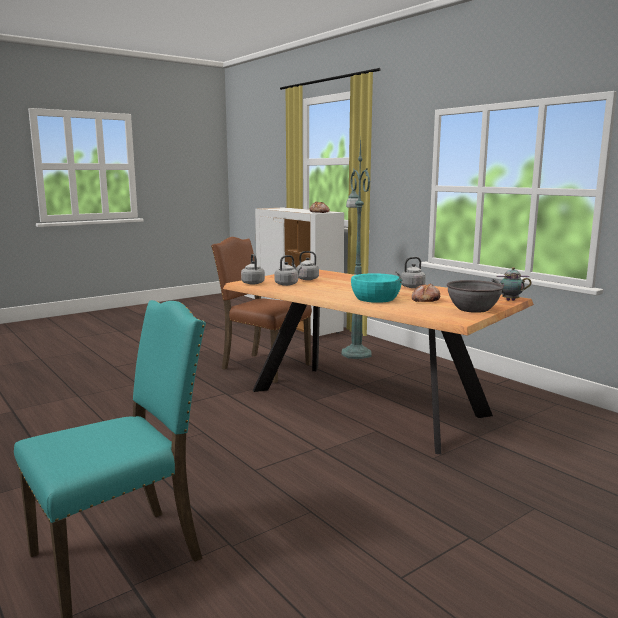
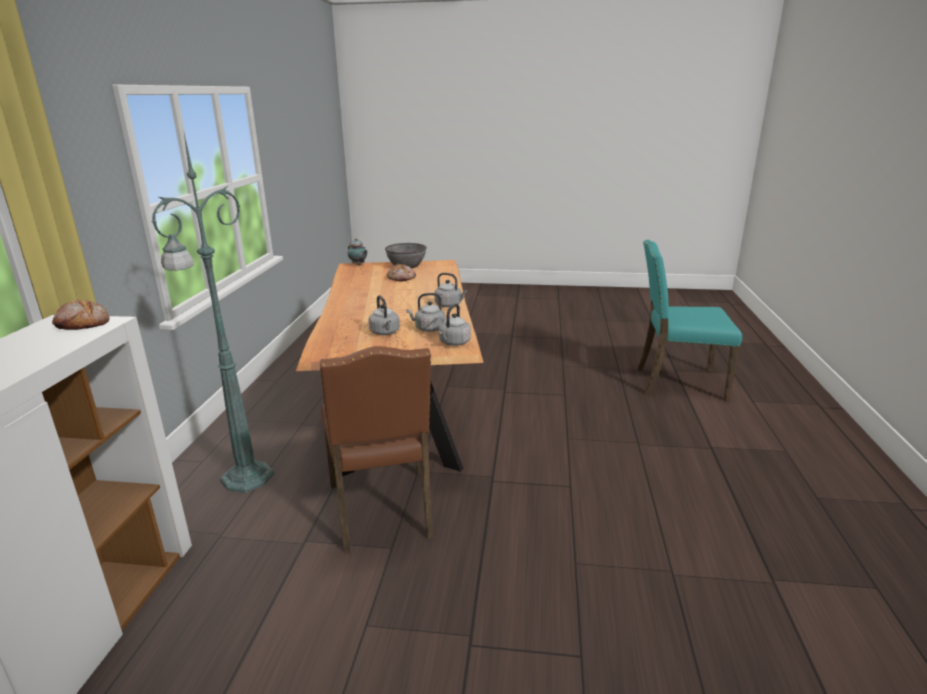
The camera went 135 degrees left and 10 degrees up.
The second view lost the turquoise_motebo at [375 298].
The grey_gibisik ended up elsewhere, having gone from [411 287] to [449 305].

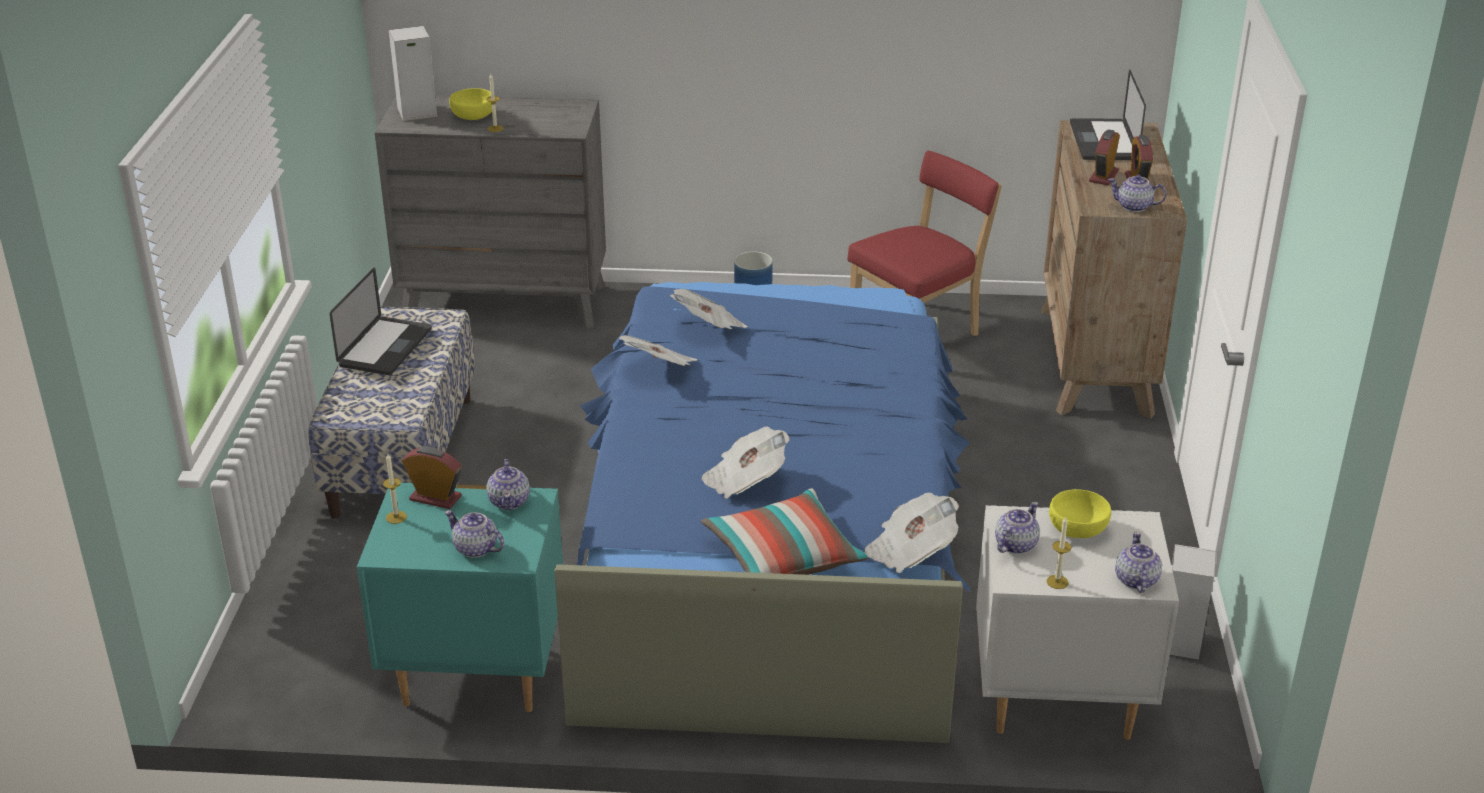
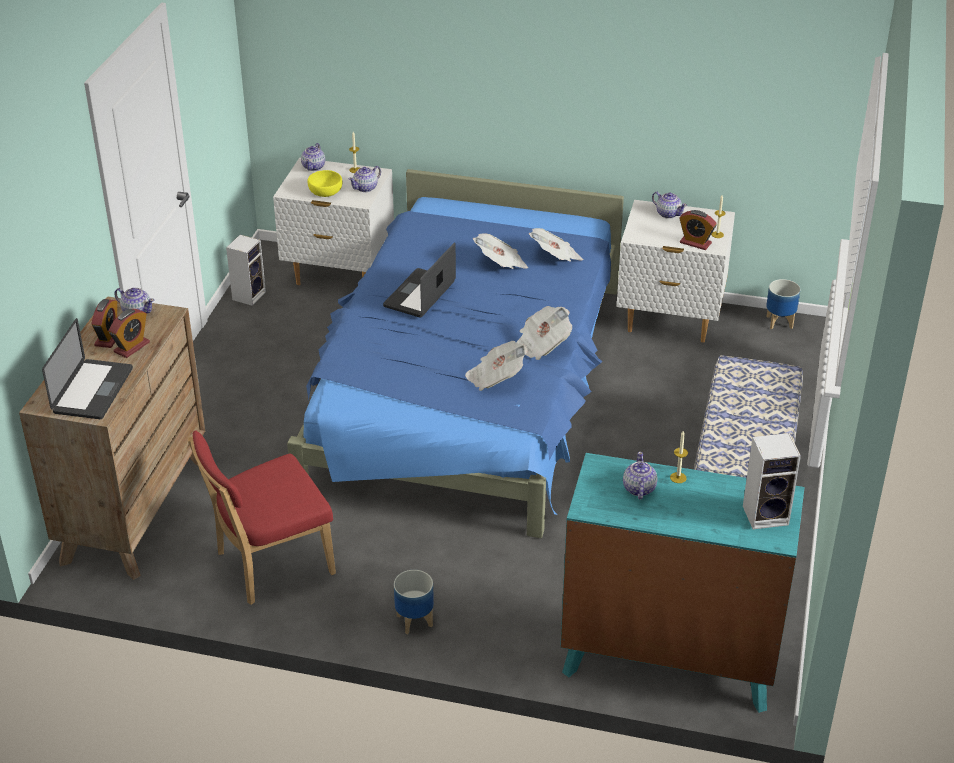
The camera went 170 degrees left and 5 degrees up.
The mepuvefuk ended up elsewhere, having gone from [385 348] to [420 294].
What was the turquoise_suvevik at [476 675] turned into the white_suvevik at [669 321].
What was the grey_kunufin at [504 302] turned into the turquoise_kunufin at [668 659].
The second view lost the yellow_motebo at [472 116].
The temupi ended up elsewhere, having gone from [509 501] to [638 489].
The second view lost the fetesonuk at [784 557].
The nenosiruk ended up elsewhere, having gone from [910 551] to [555 258].
The second view gained the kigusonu at [780 322].

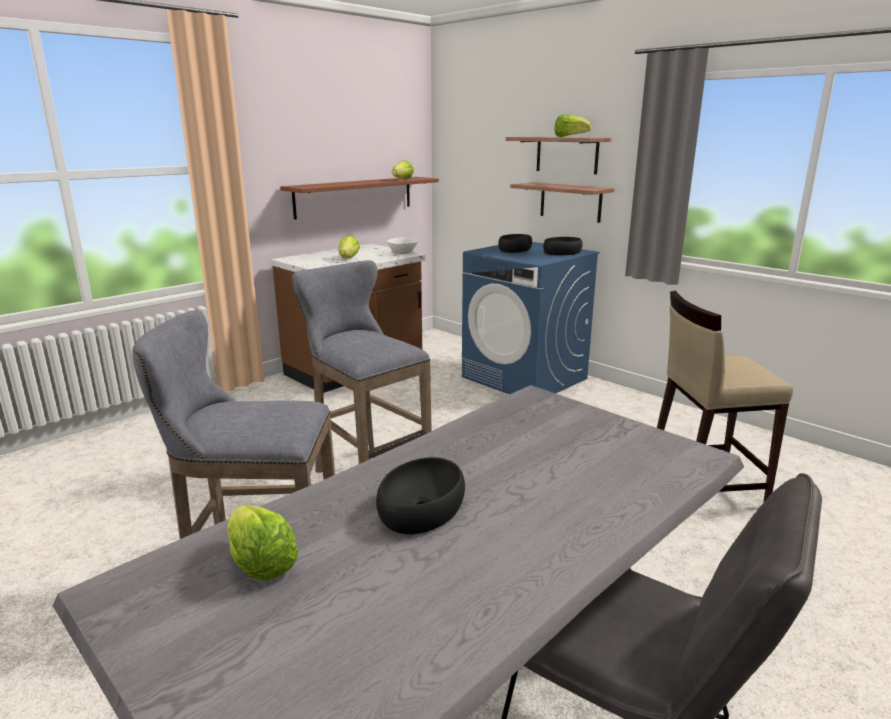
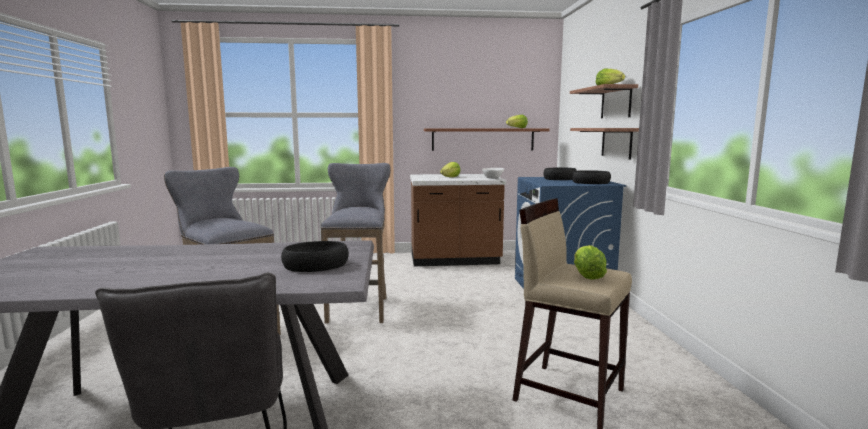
The camera went 40 degrees right and 10 degrees down.
The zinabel ended up elsewhere, having gone from [260 564] to [587 275].
The black_motebo ended up elsewhere, having gone from [421 507] to [316 265].

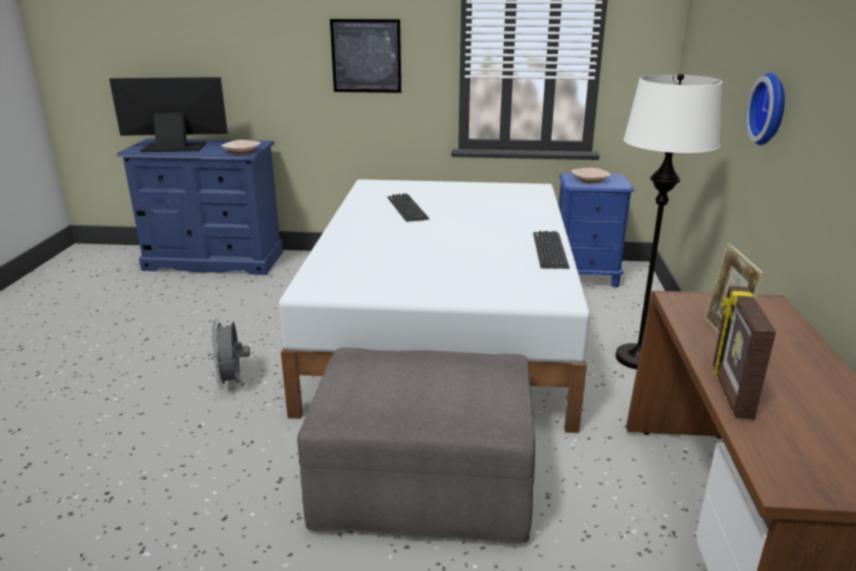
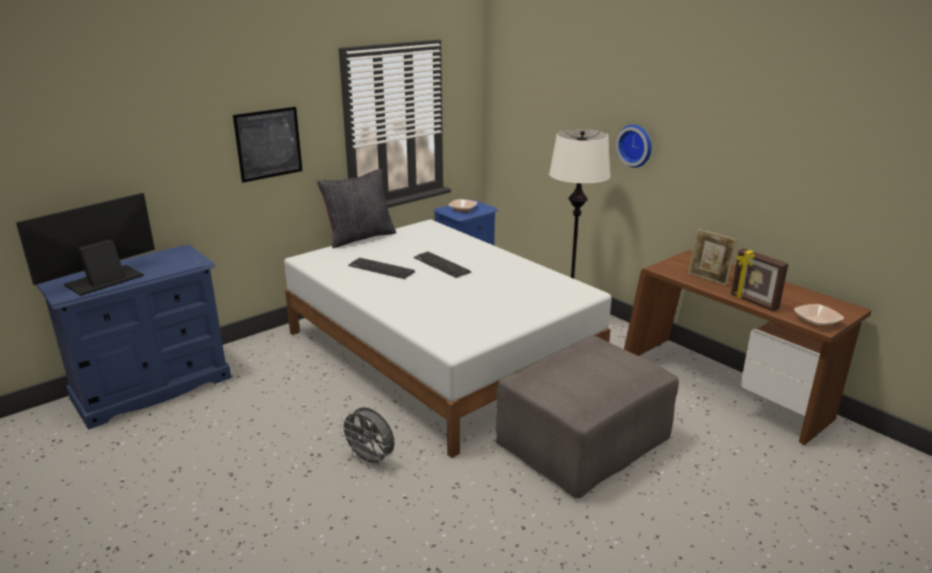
The camera went 45 degrees left and 0 degrees up.
The motebo ended up elsewhere, having gone from [242 151] to [816 321].
The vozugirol ended up elsewhere, having gone from [550 250] to [441 265].
The second view gained the black_fetesonuk at [359 237].

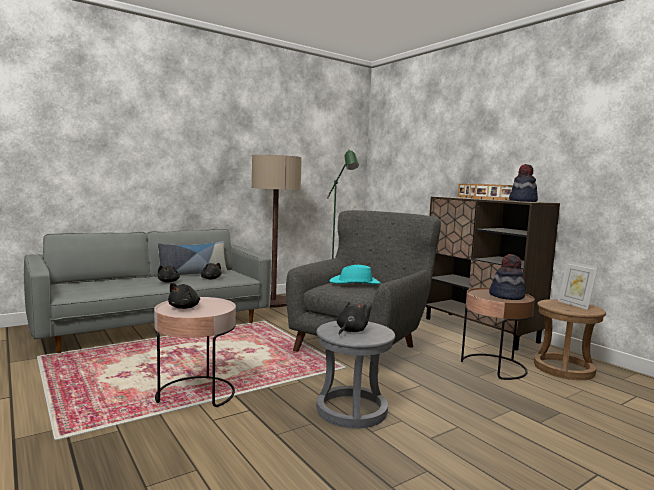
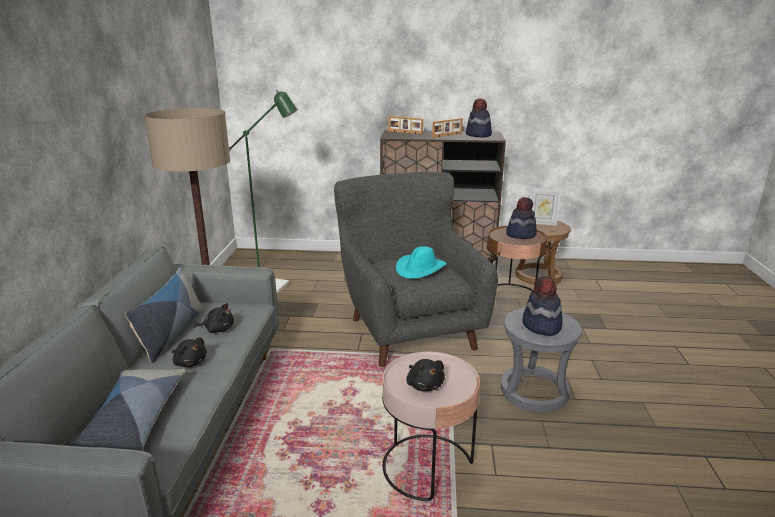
The camera went 50 degrees left and 15 degrees up.
Where the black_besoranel stood at [350 331], the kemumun came to stand at [541 326].
The second view gained the fetesonuk at [132 422].

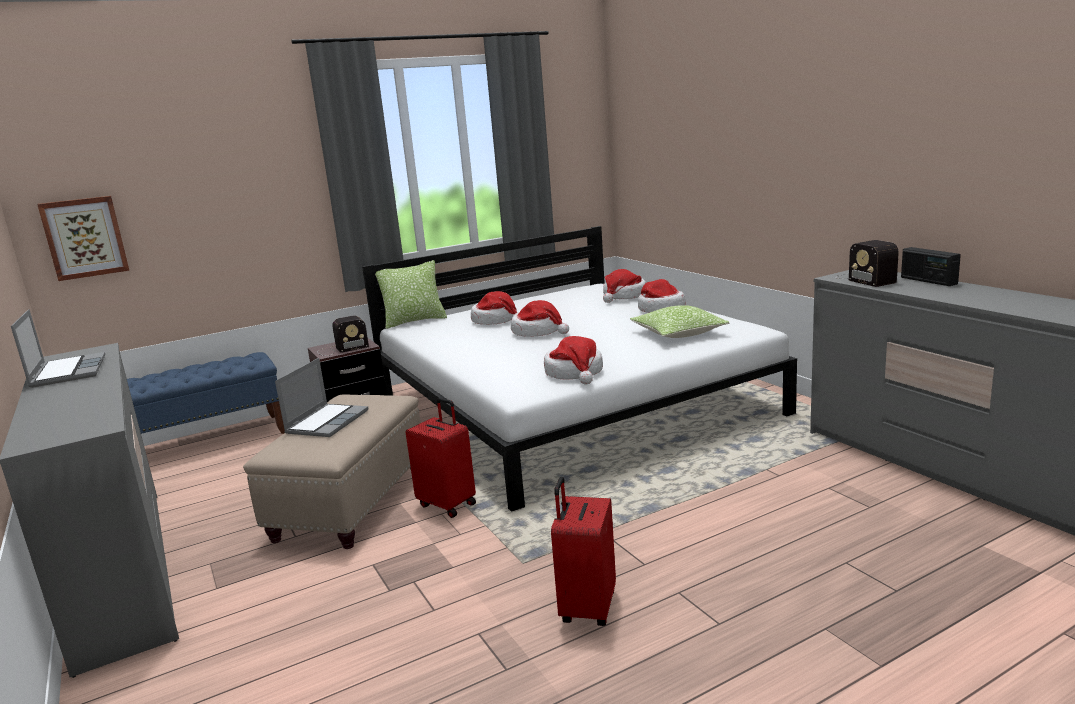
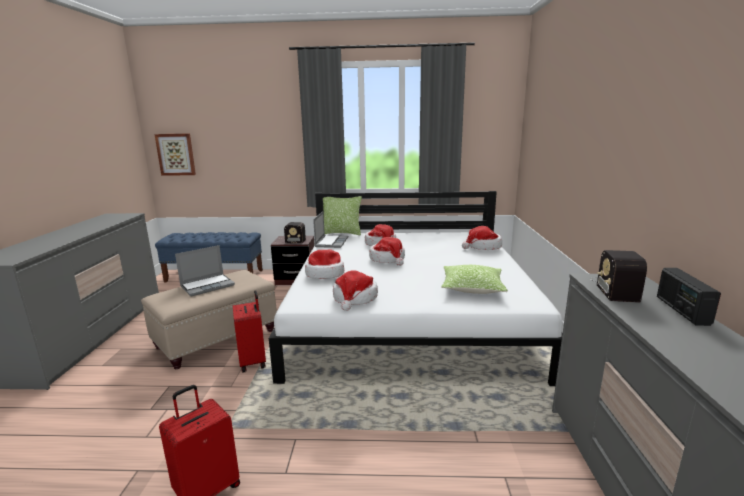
The camera went 30 degrees right and 0 degrees up.
The mepuvefuk ended up elsewhere, having gone from [67 372] to [331 242].
The kemumun ended up elsewhere, having gone from [660 309] to [325 274].

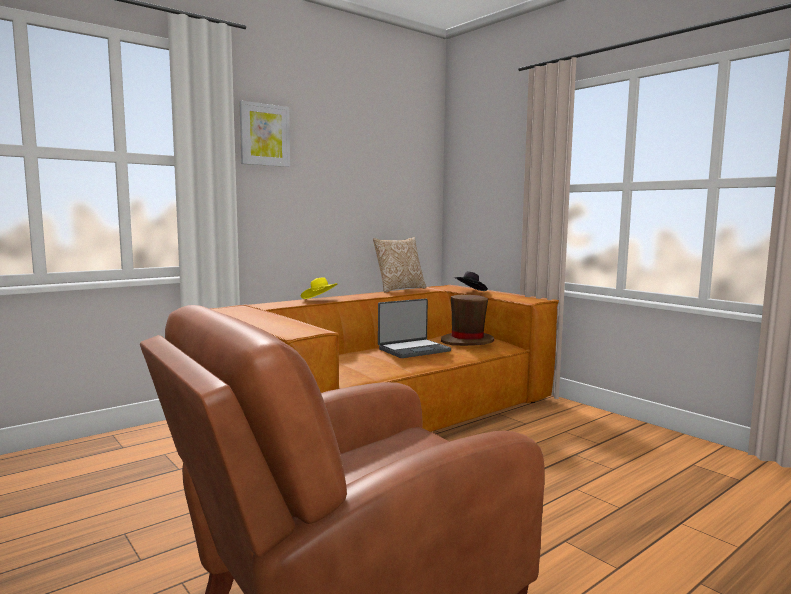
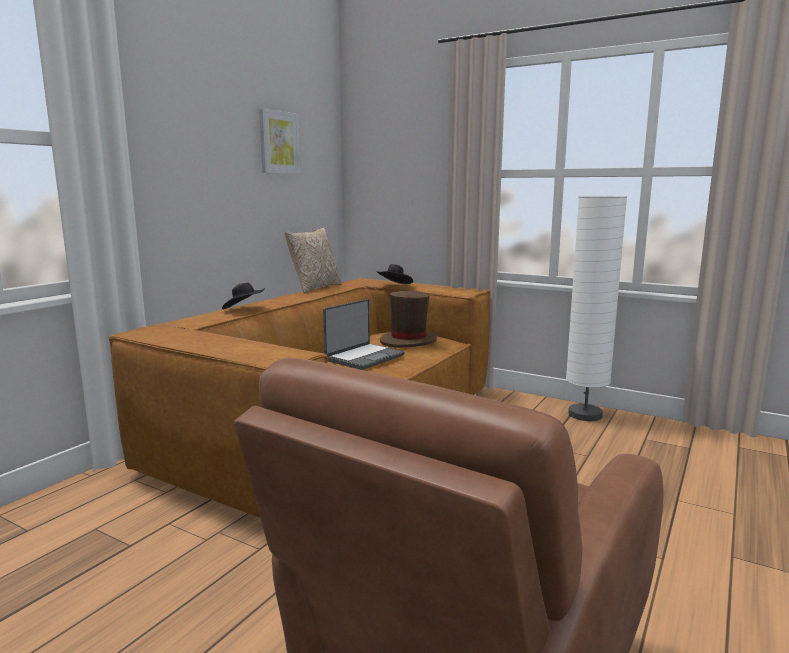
The camera went 20 degrees left and 5 degrees up.
The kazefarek ended up elsewhere, having gone from [264 135] to [278 142].
What was the yellow_kemumun at [319 300] turned into the black_kemumun at [244 309].
The second view gained the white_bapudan at [585 415].

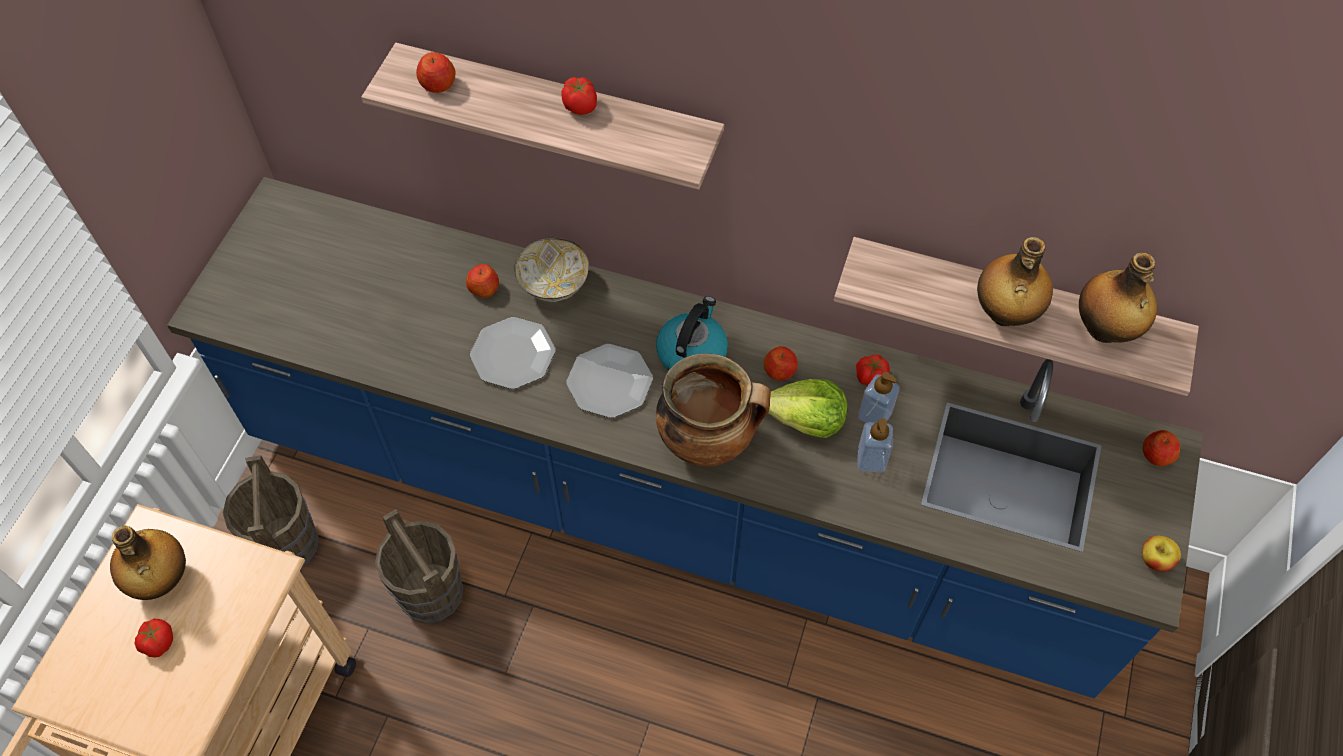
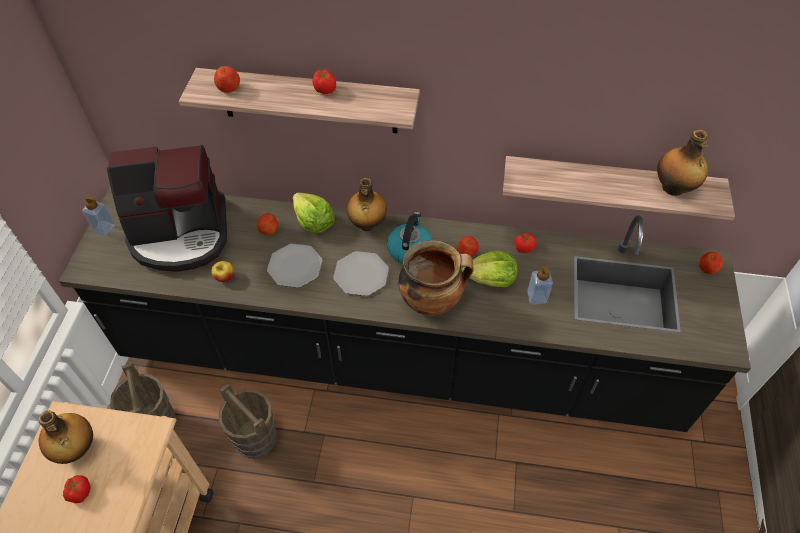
The camera went 10 degrees left and 5 degrees down.
What was the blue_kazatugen at [671 505] turned into the black_kazatugen at [400 358].
Where the motebo stood at [554 286], the zinabel came to stand at [313 222].
The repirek ended up elsewhere, having gone from [874 415] to [104 228].
The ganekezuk ended up elsewhere, having gone from [1004 313] to [367 224].
The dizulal ended up elsewhere, having gone from [1155 560] to [224 277].
The second view gained the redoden at [180 234].

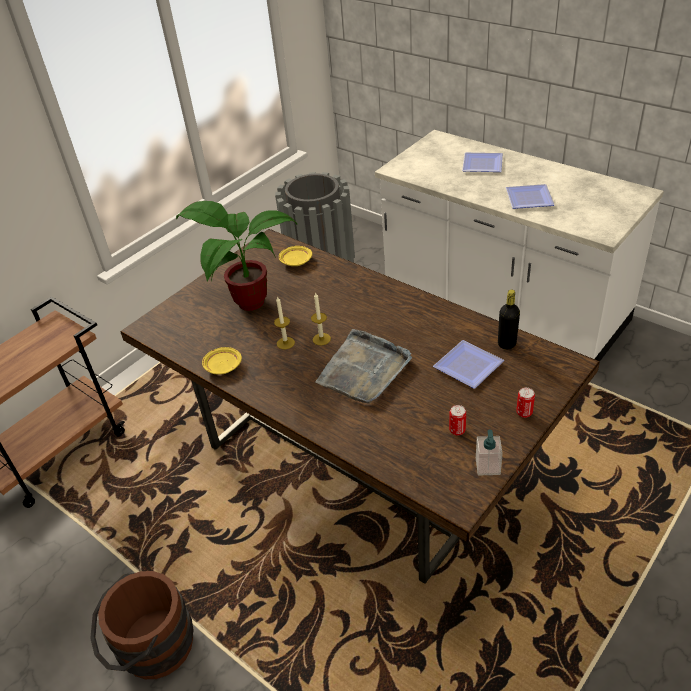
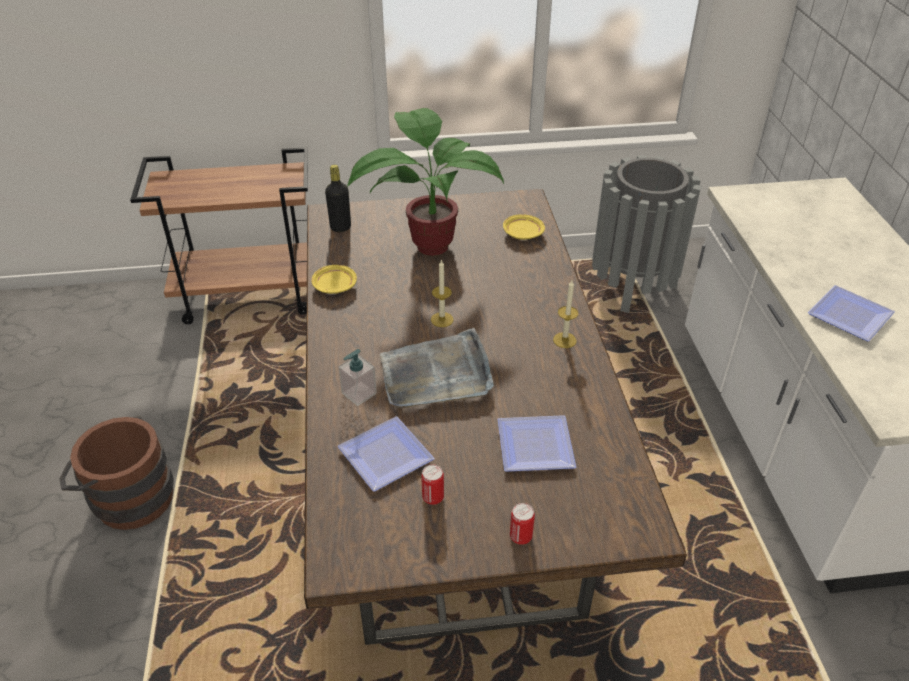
The camera went 40 degrees right and 0 degrees up.
The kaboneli ended up elsewhere, having gone from [285 343] to [564 340].
The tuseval ended up elsewhere, having gone from [481 164] to [386 453].
The repirek ended up elsewhere, having gone from [487 466] to [359 393].
The black_ganekezuk ended up elsewhere, having gone from [506 344] to [340 227].

